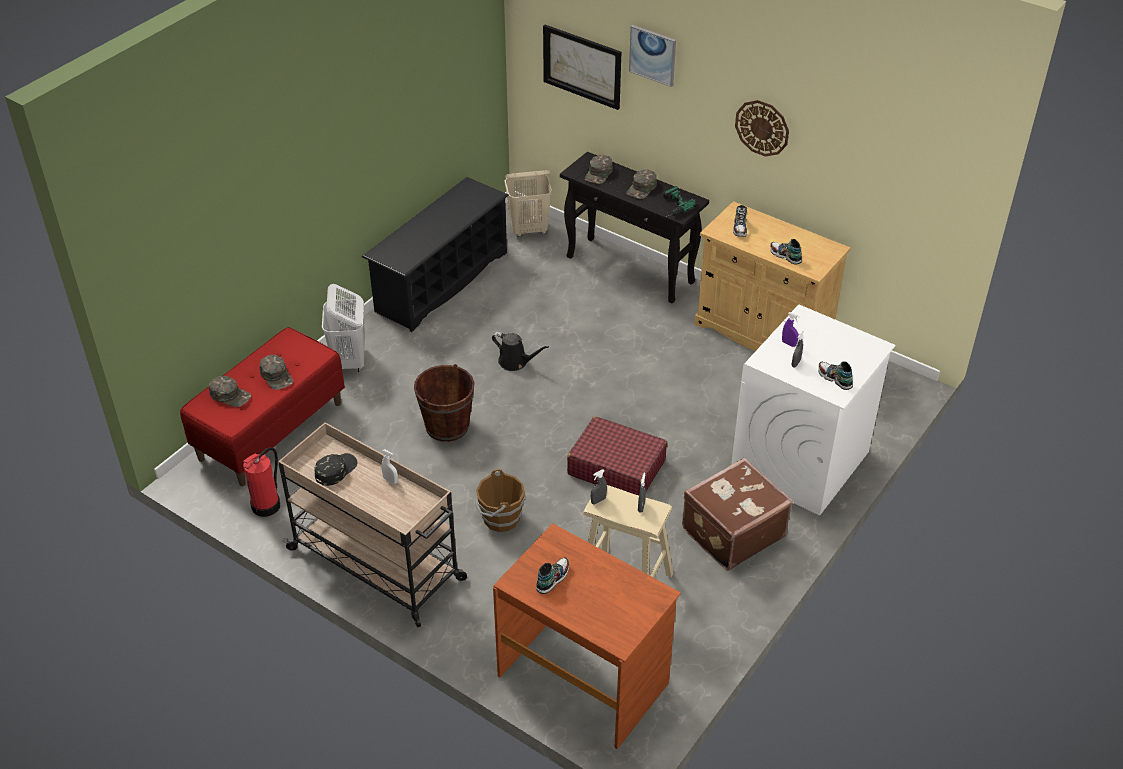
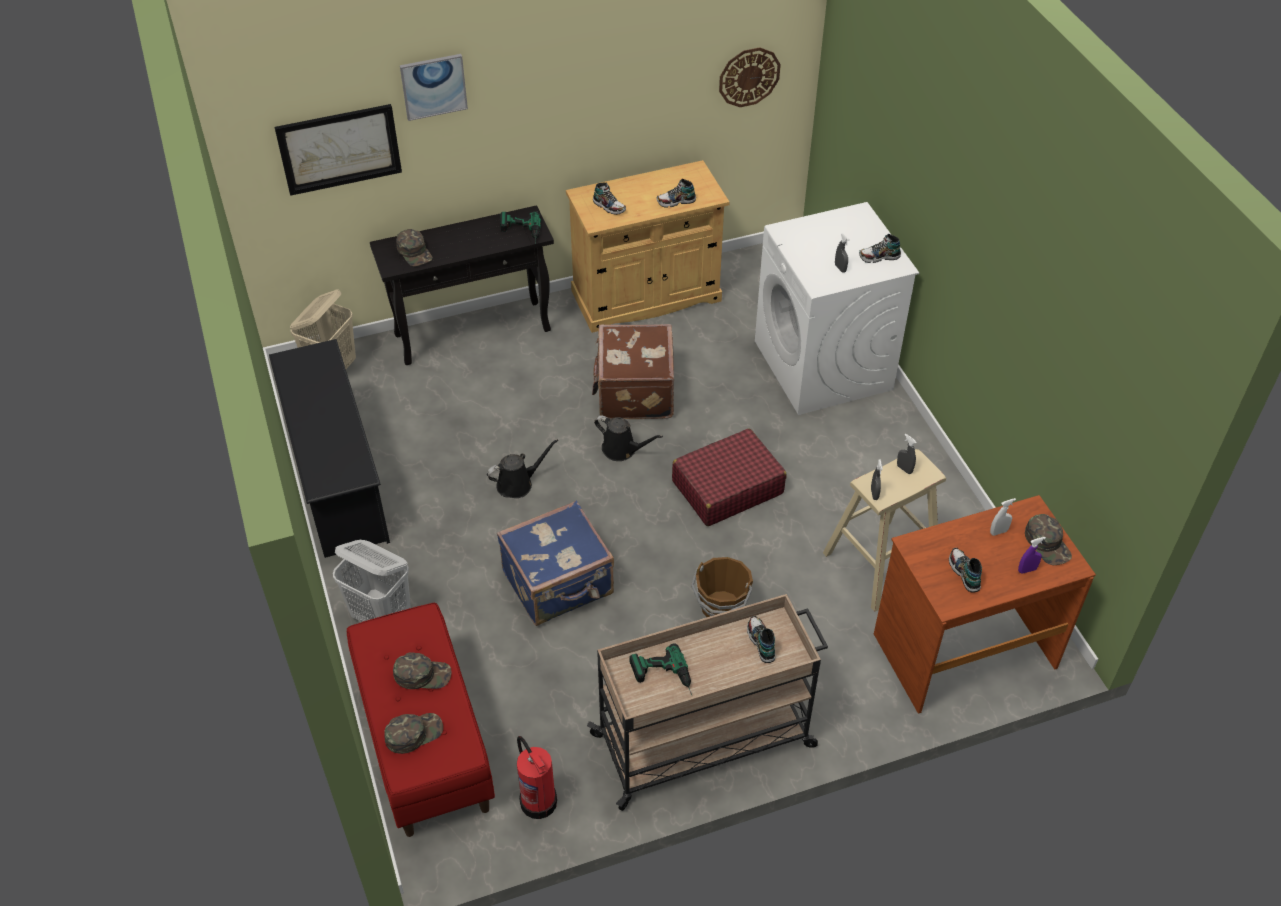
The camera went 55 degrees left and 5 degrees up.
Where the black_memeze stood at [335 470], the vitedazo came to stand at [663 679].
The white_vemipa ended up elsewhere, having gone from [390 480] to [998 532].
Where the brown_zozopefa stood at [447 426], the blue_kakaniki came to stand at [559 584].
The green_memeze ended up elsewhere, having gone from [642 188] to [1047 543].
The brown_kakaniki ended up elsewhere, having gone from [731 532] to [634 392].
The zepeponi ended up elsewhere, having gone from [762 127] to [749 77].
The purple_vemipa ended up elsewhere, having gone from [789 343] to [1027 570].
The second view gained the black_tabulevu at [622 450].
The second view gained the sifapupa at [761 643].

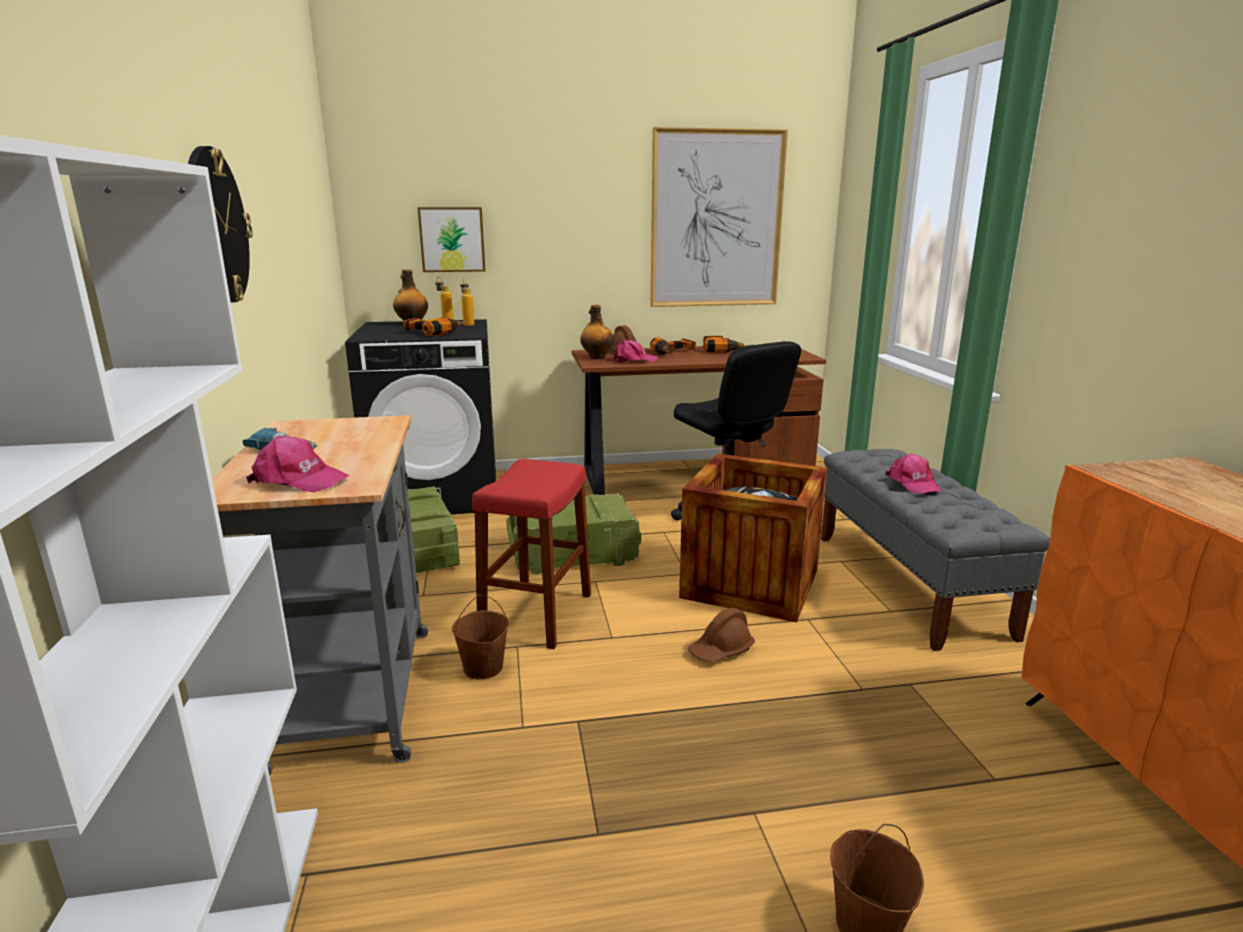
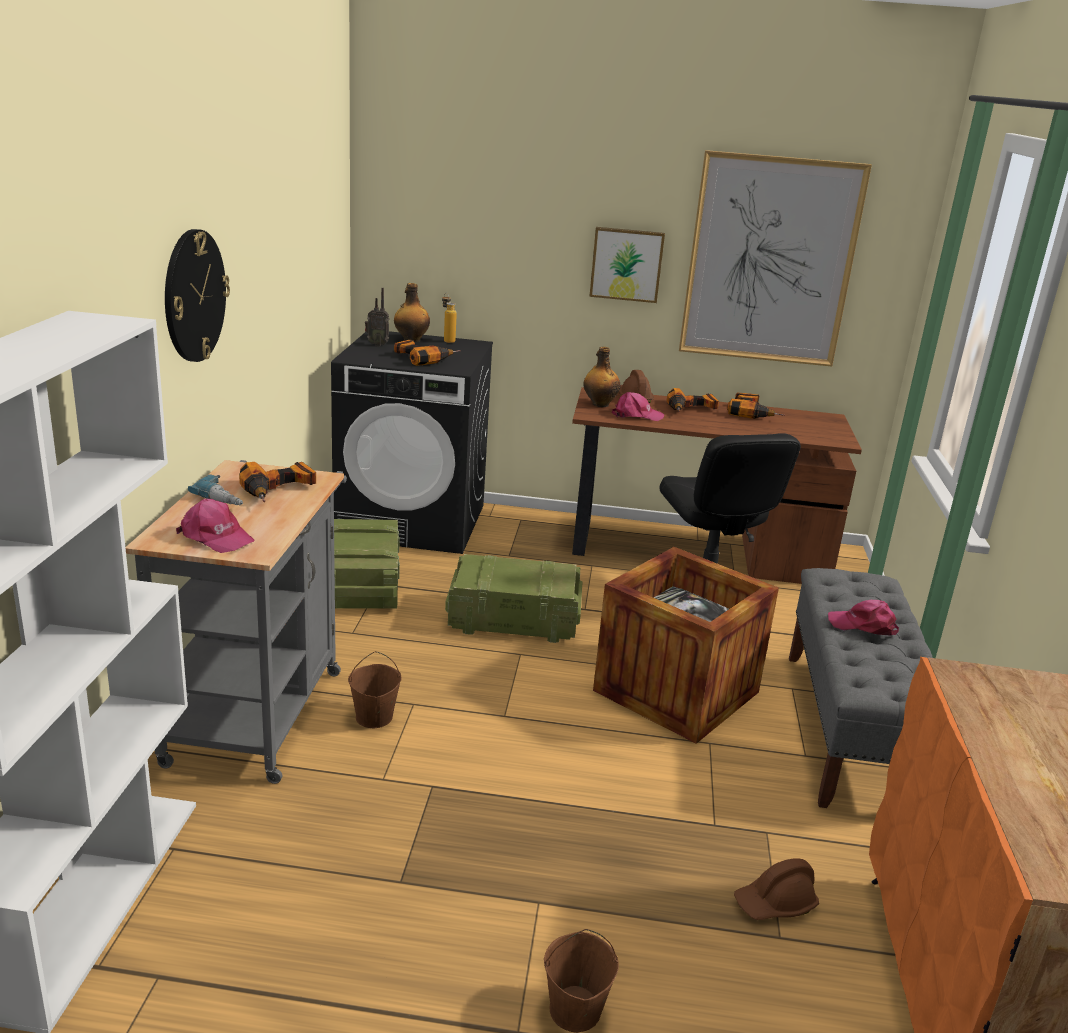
The camera went 15 degrees right and 5 degrees up.
The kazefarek ended up elsewhere, having gone from [452 239] to [626 264].
The second view lost the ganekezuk at [468 324].
The second view lost the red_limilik at [537 614].
The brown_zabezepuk ended up elsewhere, having gone from [721 650] to [775 904].
The pink_memeze at [913 483] ended up facing another way, 105 degrees clockwise from before.
The second view gained the vitedazo at [279 491].
The second view gained the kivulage at [377 345].

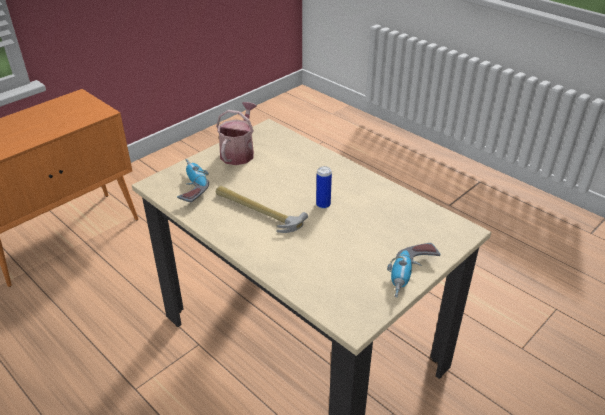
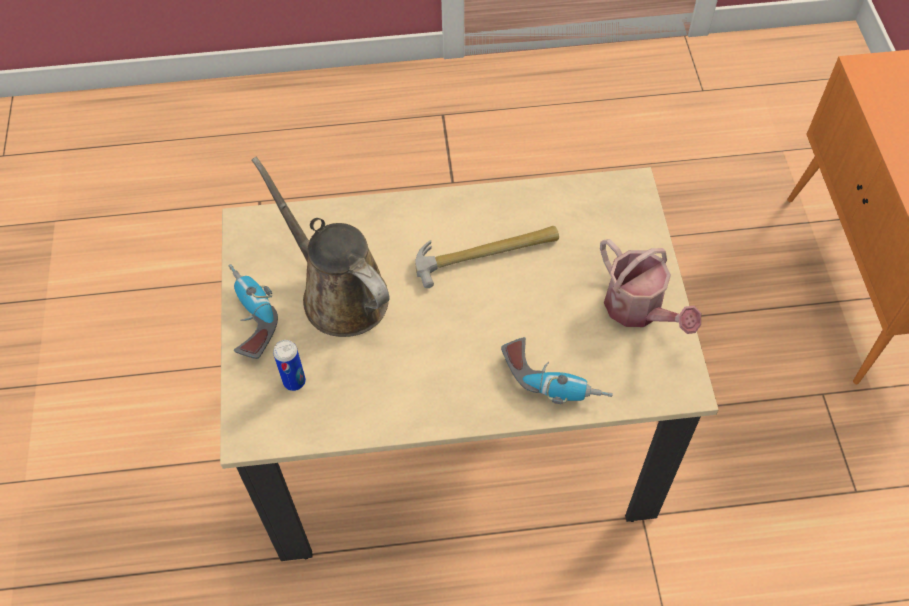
The camera went 130 degrees right and 20 degrees up.
The vitedazo ended up elsewhere, having gone from [191 187] to [554 379].
The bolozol ended up elsewhere, having gone from [323 204] to [294 381].
The second view gained the brown_tabulevu at [339 293].

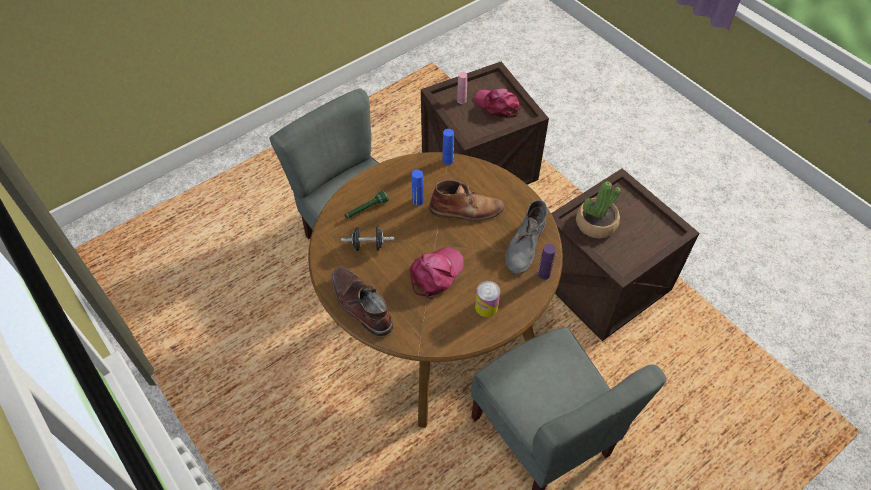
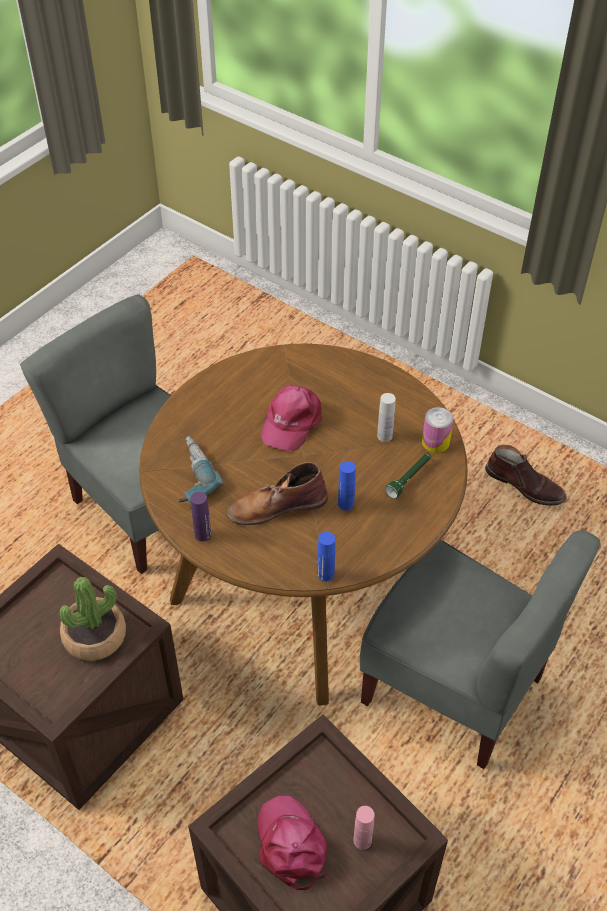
The camera went 165 degrees right and 5 degrees down.
The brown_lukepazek ended up elsewhere, having gone from [360 305] to [525 485].
Where the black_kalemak stood at [368 245], the white_ganekezuk came to stand at [384 436].
The pink_memeze at [497 105] ended up facing another way, 135 degrees counterclockwise from before.
The bolozol ended up elsewhere, having gone from [486 307] to [435 442].
Where the grey_lukepazek stood at [525 246], the vitedazo came to stand at [189 475].
The purple_ganekezuk ended up elsewhere, having gone from [544 274] to [203 534].

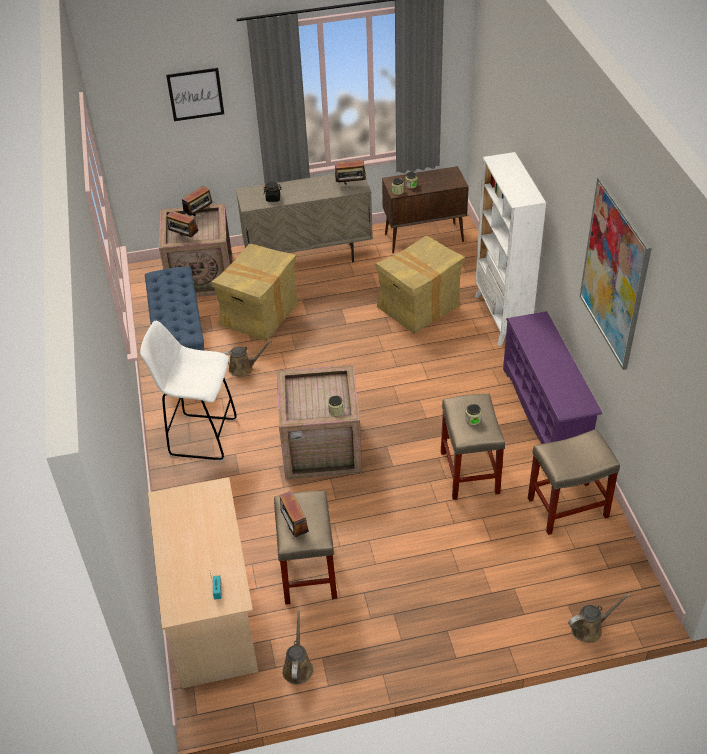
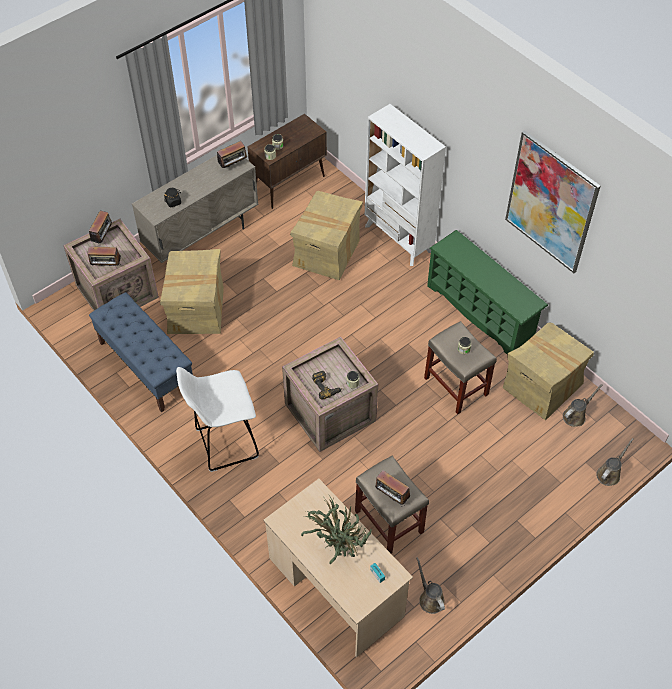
The camera went 30 degrees left and 10 degrees up.
The second view lost the kazefarek at [195 94].
The brown_tabulevu ended up elsewhere, having gone from [243 368] to [576 415].
What was the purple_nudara at [546 413] turned into the green_nudara at [481 312].
Where the beige_limilik stood at [566 508], the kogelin came to stand at [541 386].
The second view gained the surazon at [338 548].
The second view gained the vitedazo at [327 386].

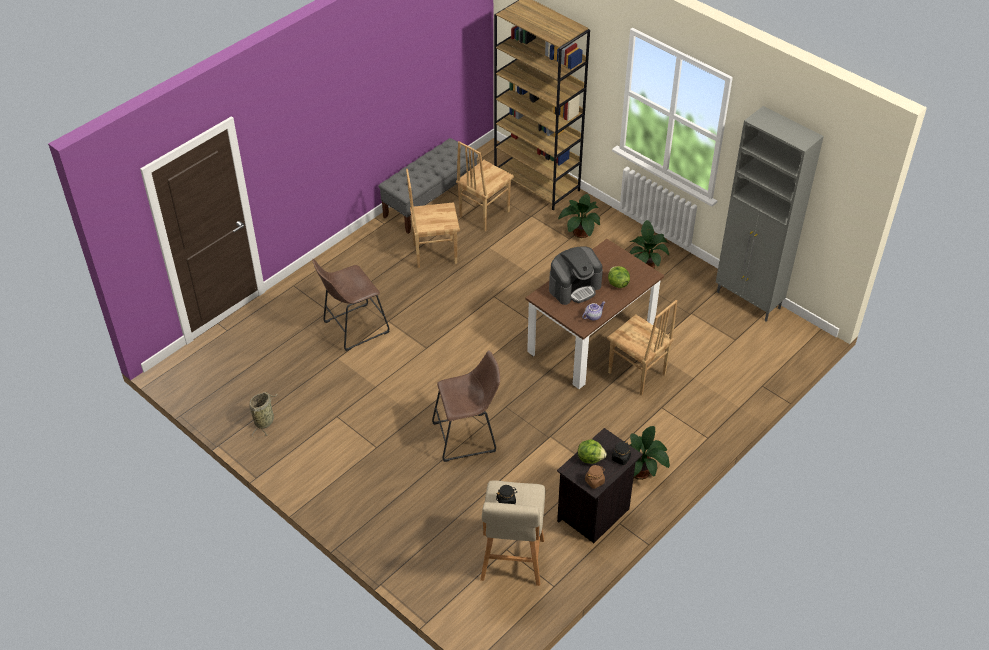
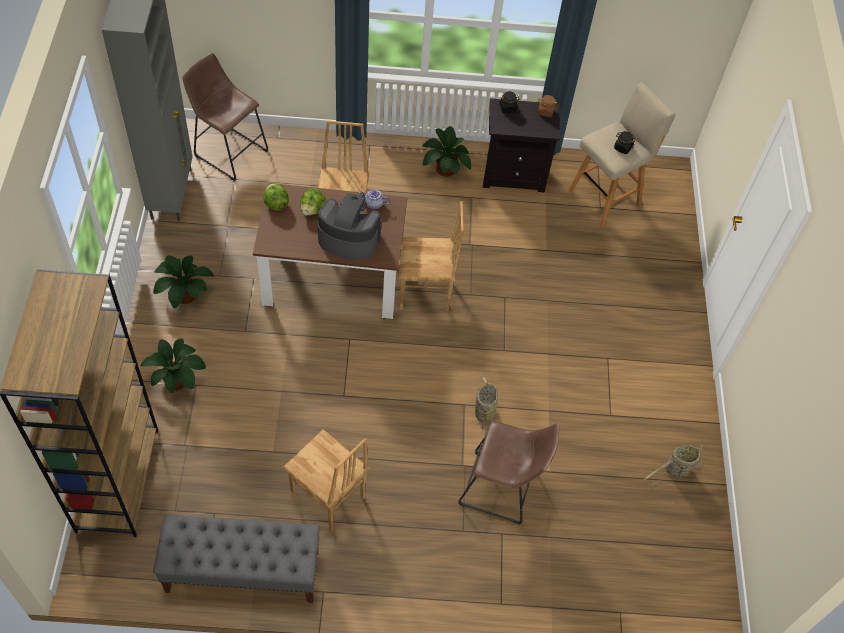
The camera went 135 degrees left and 10 degrees up.
The brown_limilik ended up elsewhere, having gone from [468 437] to [228 151].
The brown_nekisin ended up elsewhere, having gone from [483 214] to [424 293].
The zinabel ended up elsewhere, having gone from [590 458] to [276 204].
The second view gained the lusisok at [484 412].

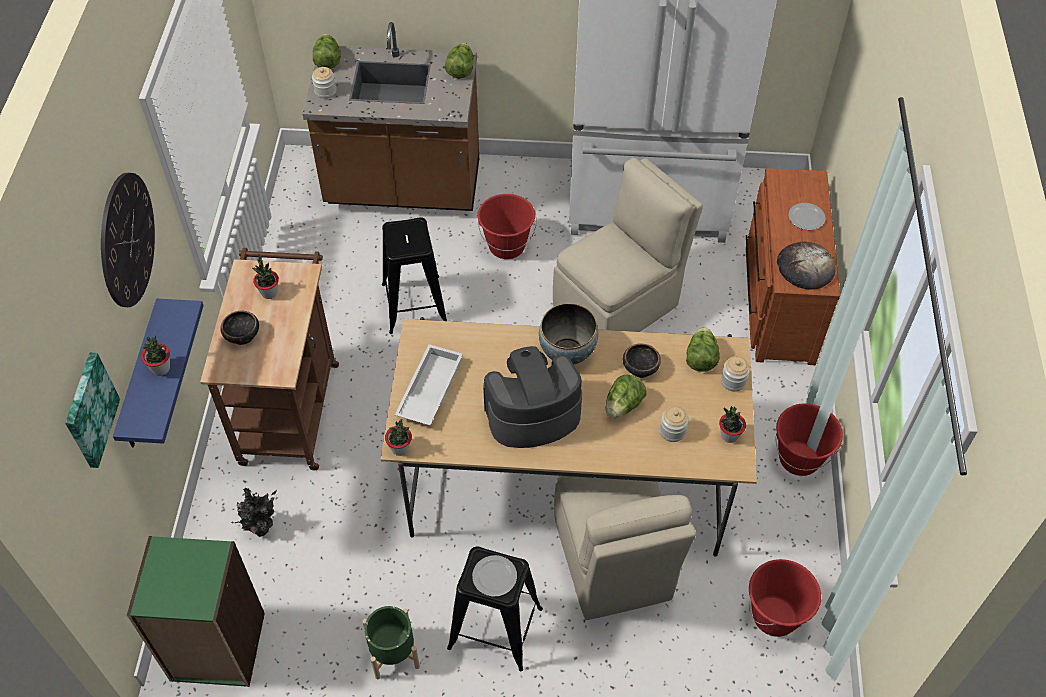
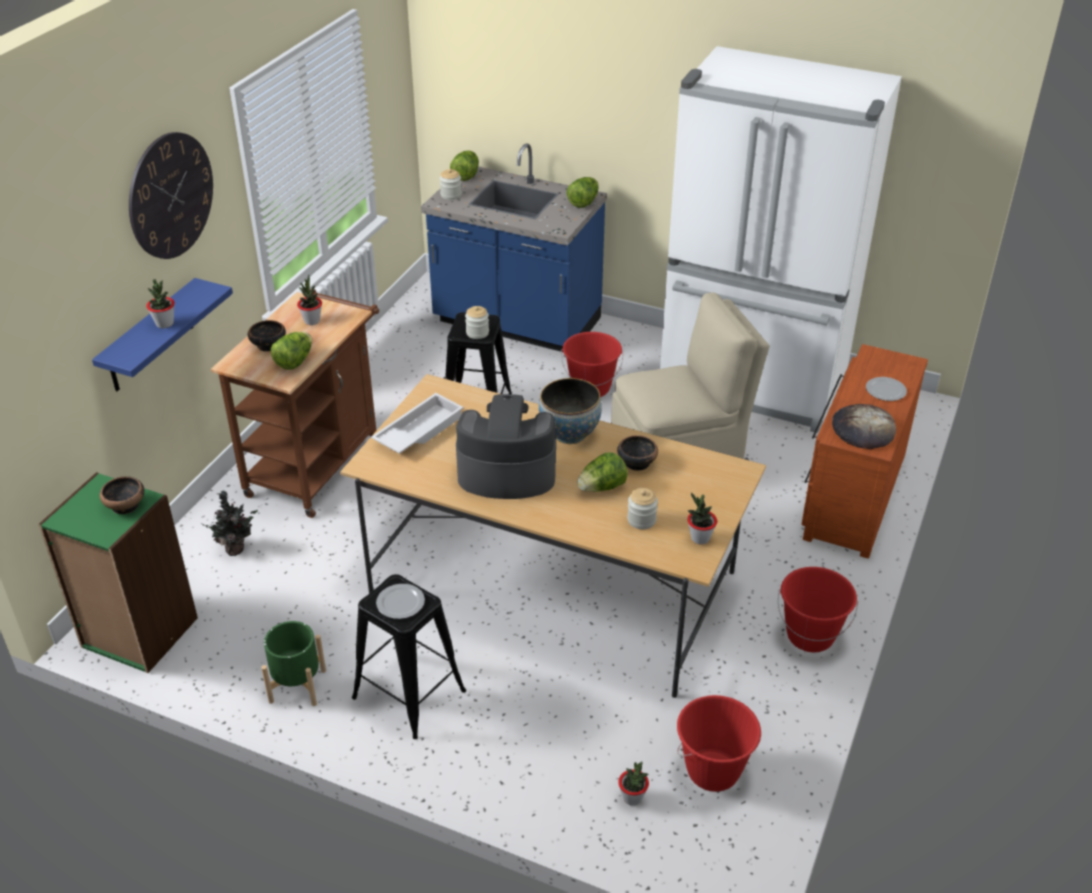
The camera went 20 degrees right and 15 degrees down.
The second view lost the kazefarek at [89 410].
What was the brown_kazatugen at [403 187] turned into the blue_kazatugen at [516 323].
The surazon ended up elsewhere, having gone from [400 449] to [632 798].
The second view lost the beige_nekisin at [612 562].
The zinabel ended up elsewhere, having gone from [700 358] to [294 361].
The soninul ended up elsewhere, having gone from [733 381] to [477 333].
The second view gained the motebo at [126 505].

